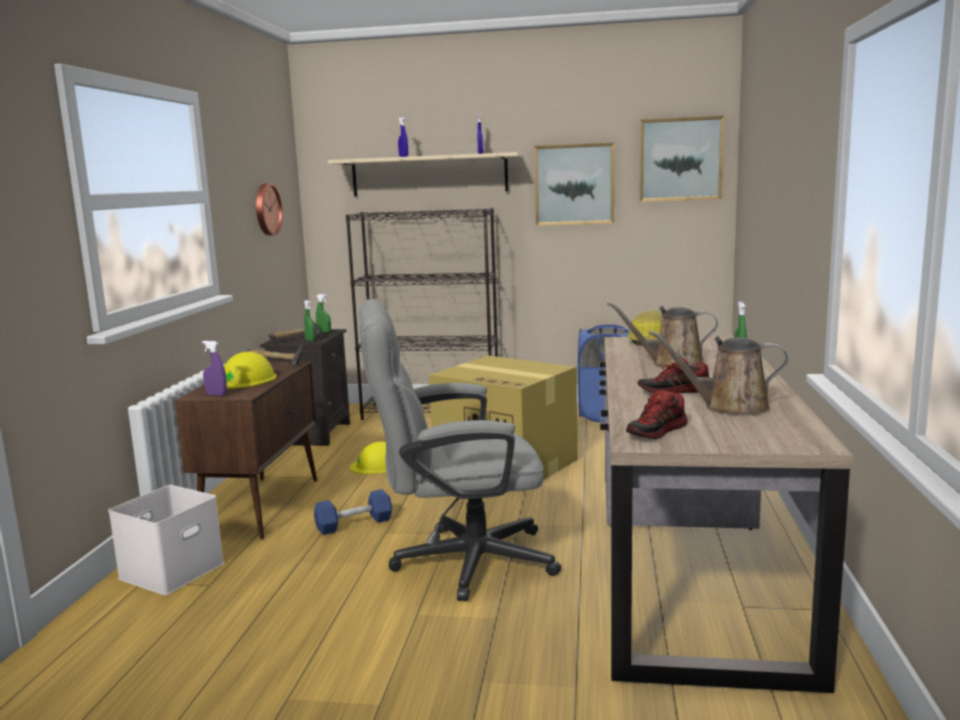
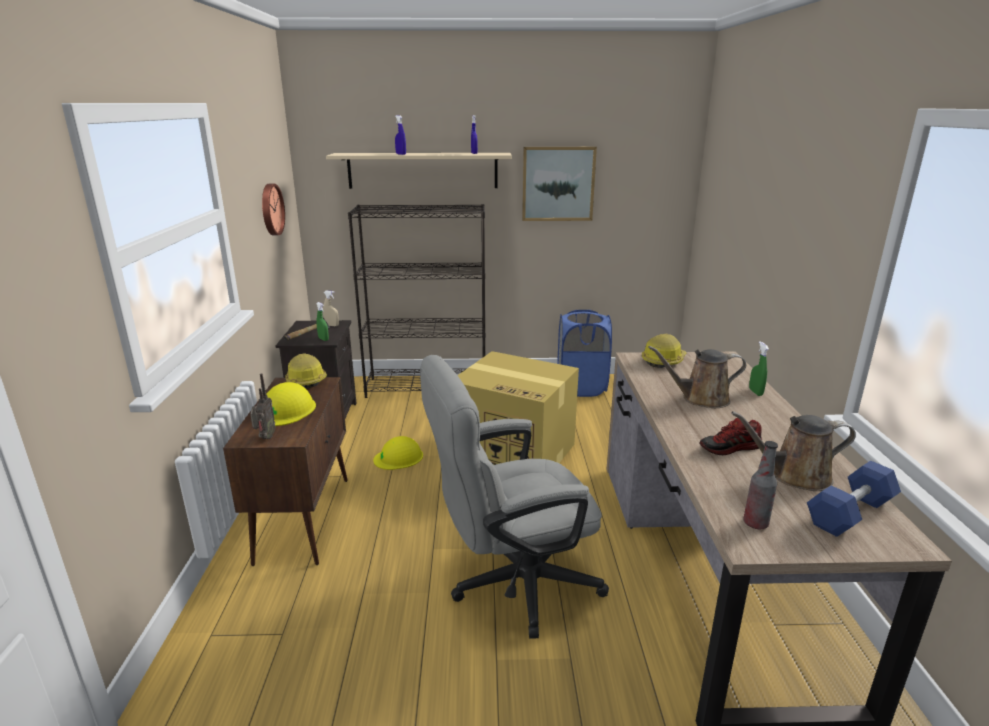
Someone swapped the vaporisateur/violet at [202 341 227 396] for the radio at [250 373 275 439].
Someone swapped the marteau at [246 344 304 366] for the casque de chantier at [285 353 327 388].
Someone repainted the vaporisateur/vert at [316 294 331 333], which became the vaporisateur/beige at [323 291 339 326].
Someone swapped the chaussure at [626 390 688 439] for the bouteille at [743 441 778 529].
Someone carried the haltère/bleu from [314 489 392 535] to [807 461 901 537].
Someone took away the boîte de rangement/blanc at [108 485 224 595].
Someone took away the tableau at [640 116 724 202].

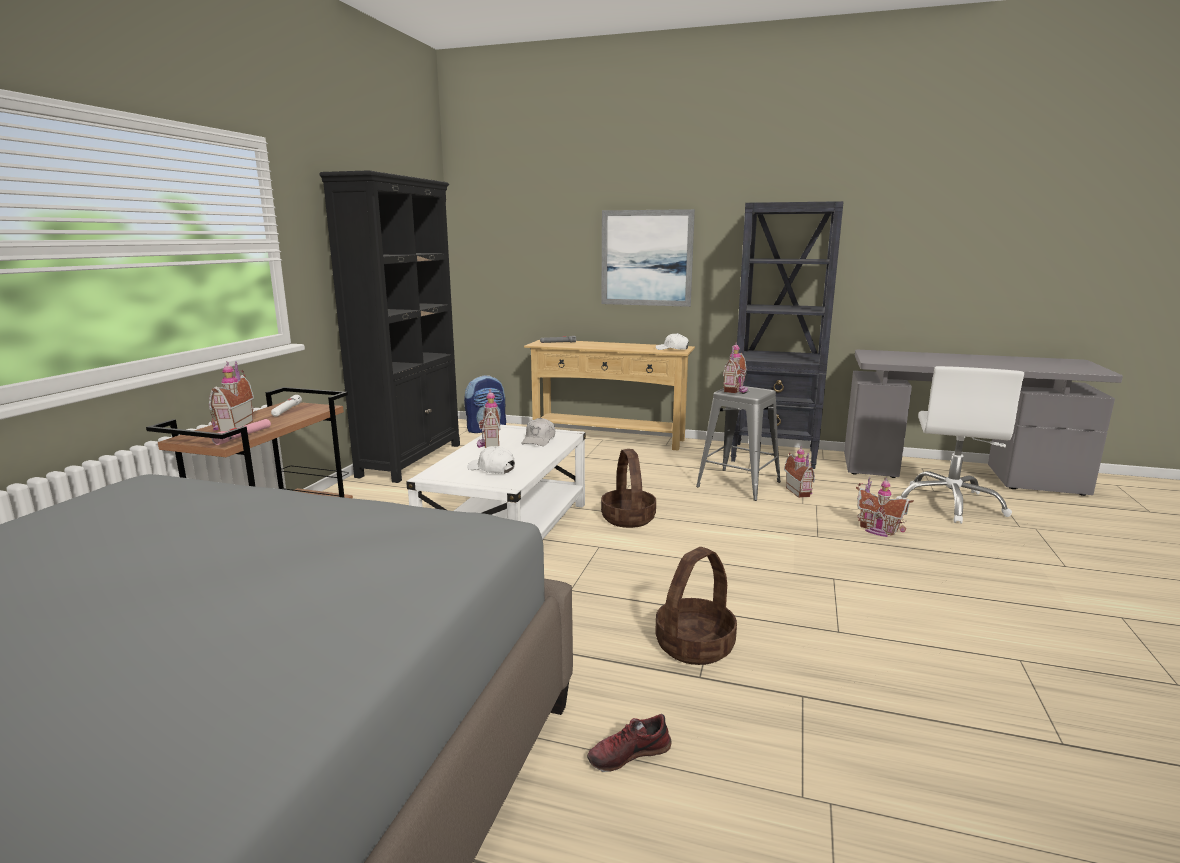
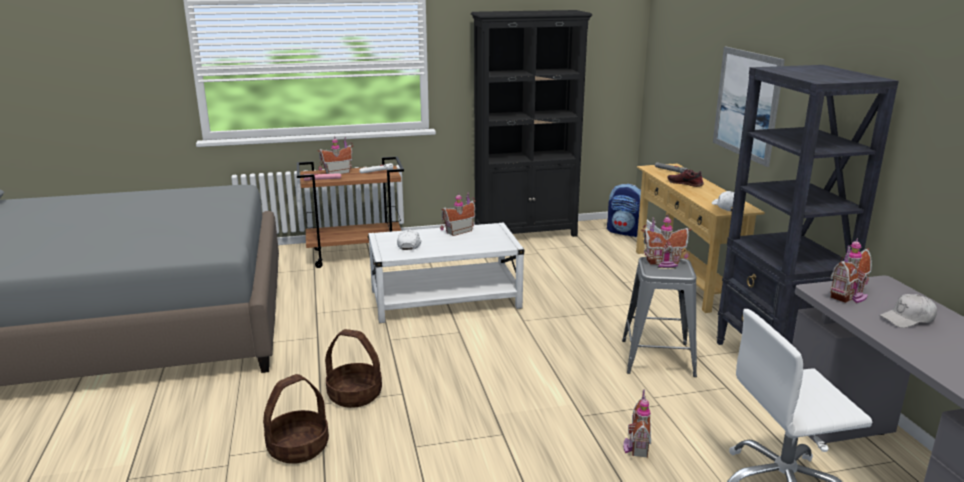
Someone carried the panier from [601 449 656 528] to [263 374 329 464].
Someone carried the chaussure from [587 714 671 772] to [668 170 704 187].
Someone carried the maison miniature from [784 446 815 498] to [830 238 872 303].
Someone carried the casquette/blanc from [521 418 555 446] to [879 294 937 328].

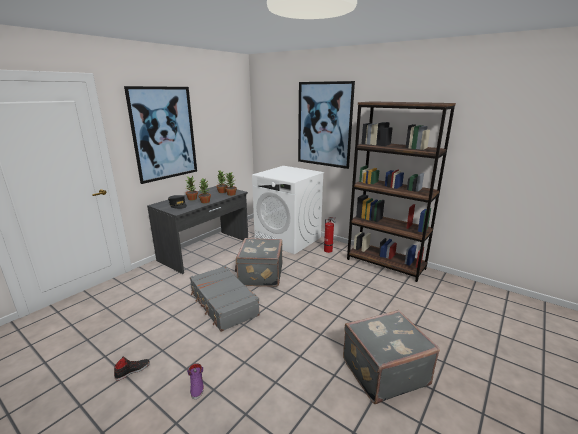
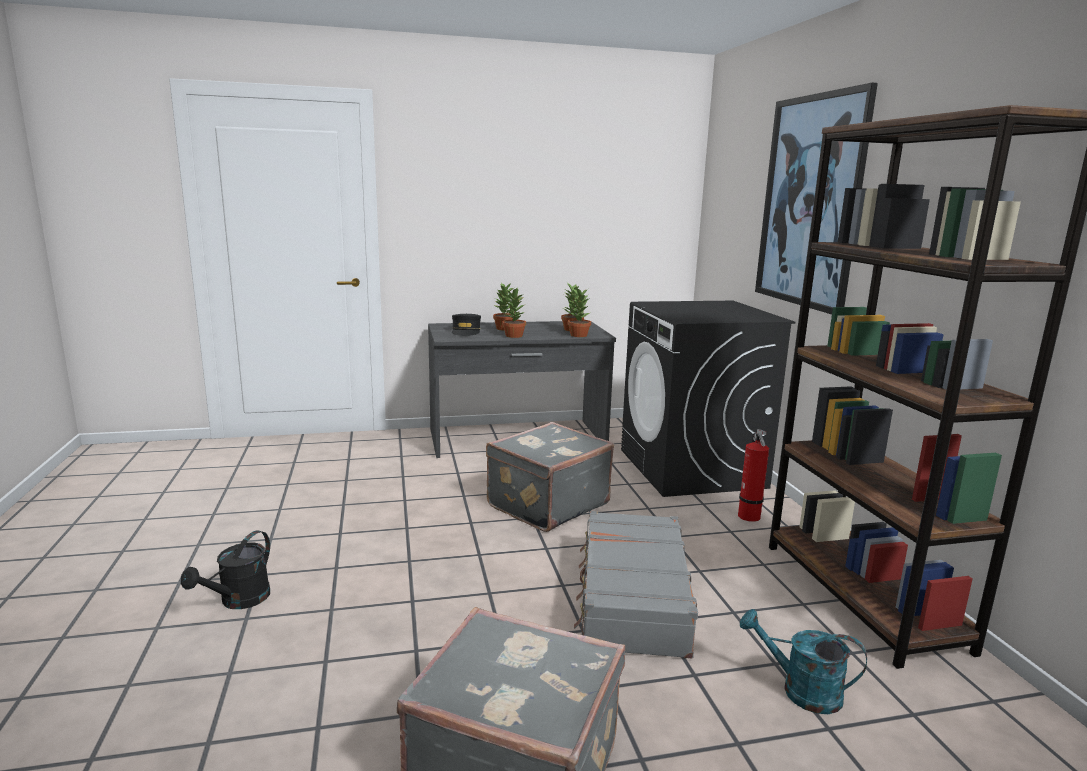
Someone swapped the chaussure/violet at [187 363 204 399] for the arrosoir/noir at [181 530 270 609].
Someone carried the valise/gris from [190 266 260 332] to [574 511 698 659].
Someone repainted the lave-linge/blanc at [252 166 324 254], which became the lave-linge/noir at [621 301 795 497].
Someone put down the arrosoir/turquoise at [740 609 867 714].
Someone took away the chaussure/noir at [114 357 150 381].
Someone took away the tableau at [124 86 197 184].

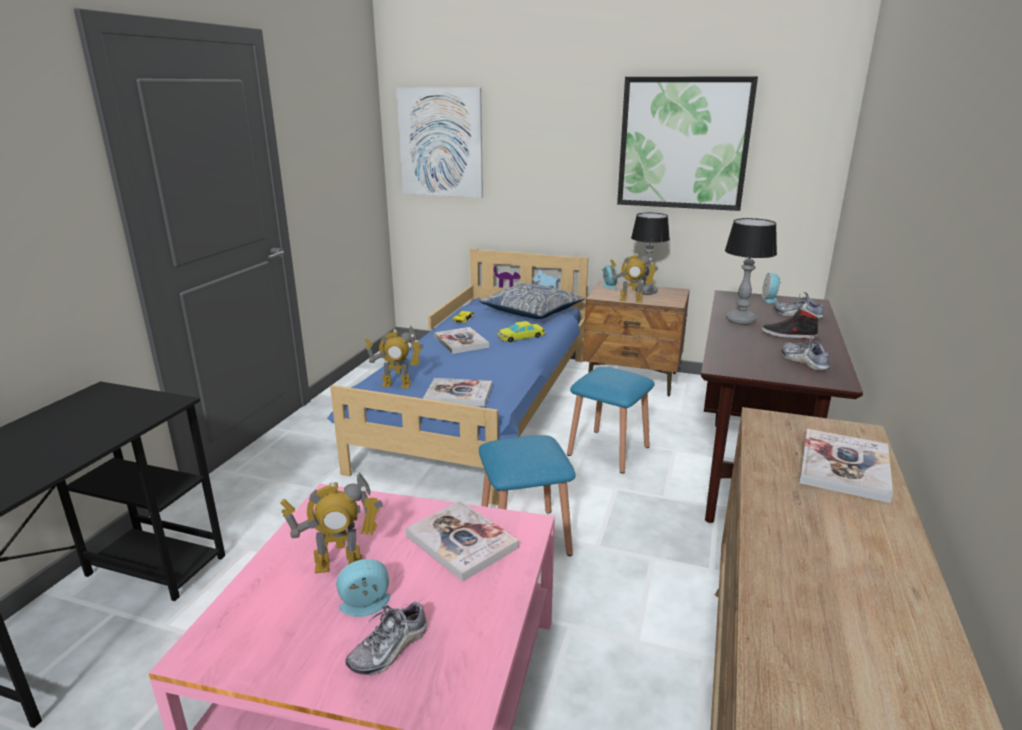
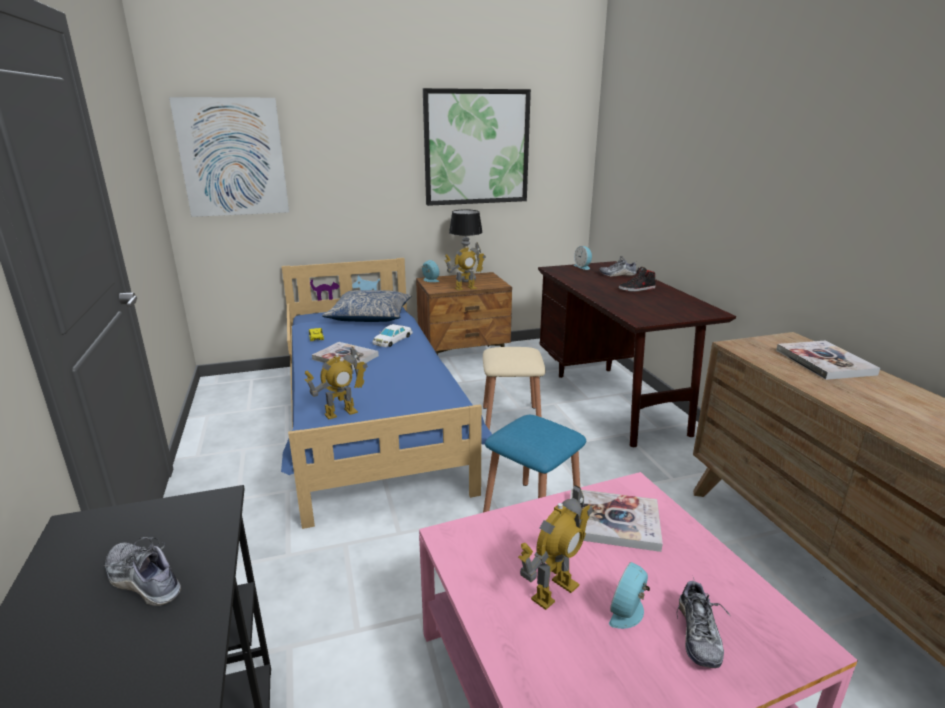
Someone carried the chaussure from [782 336 830 371] to [104 537 181 606].
Someone repainted the petite voiture/jaune at [497 321 545 342], which became the petite voiture/blanc at [372 324 413 347].
Someone repainted the tabouret/bleu at [567 367 655 474], which became the tabouret/beige at [483 347 545 430].
Someone took away the livre at [423 378 492 407].
Someone took away the lampe de table at [725 218 777 325].

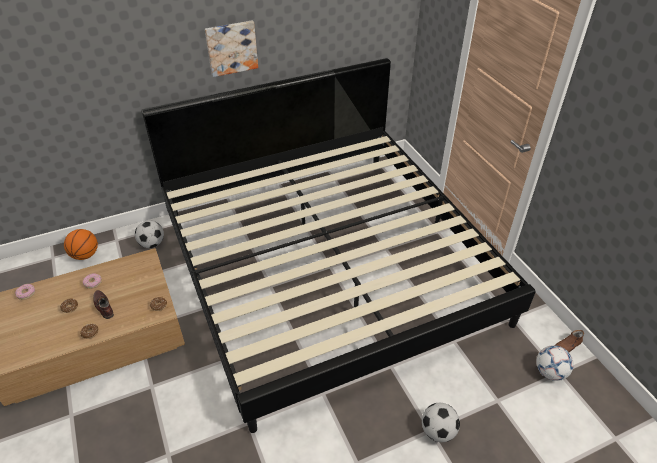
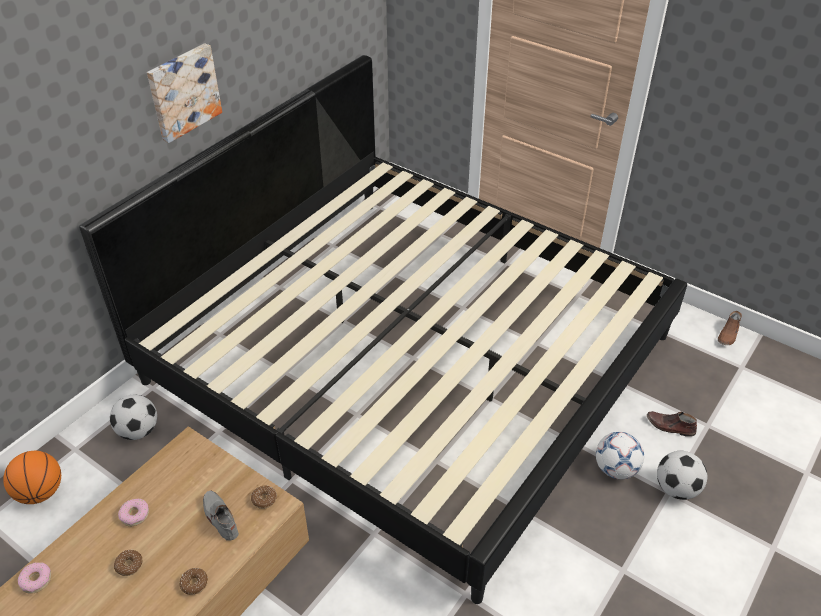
Someone put down the chaussure/gris at [203 490 239 541].
Someone carried the ballon de foot from [536 345 574 381] to [596 432 644 479].
Someone carried the chaussure/marron from [93 290 114 319] to [647 411 697 437].

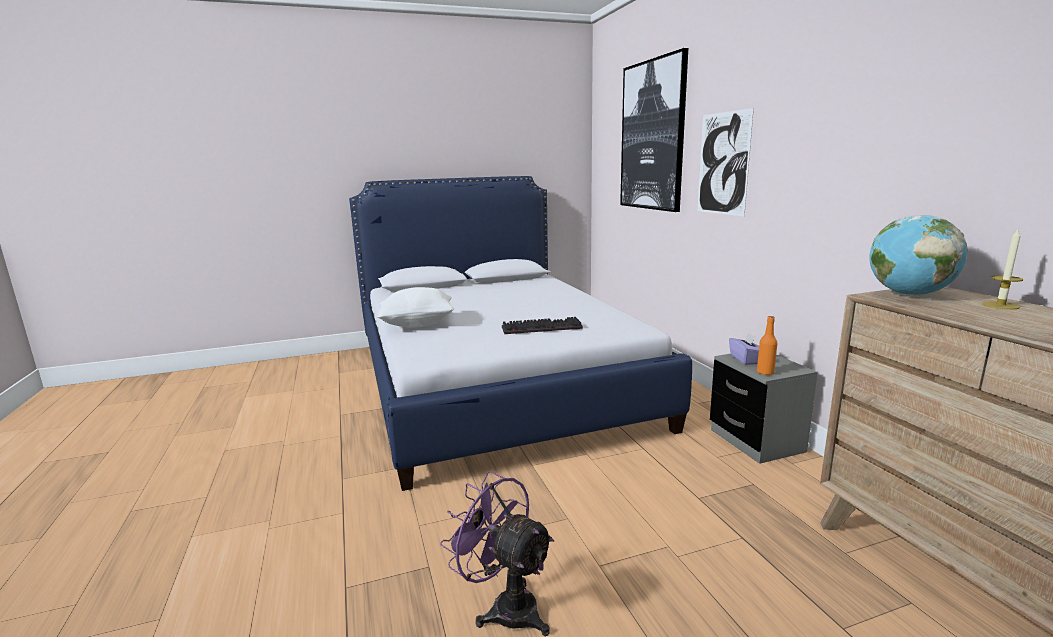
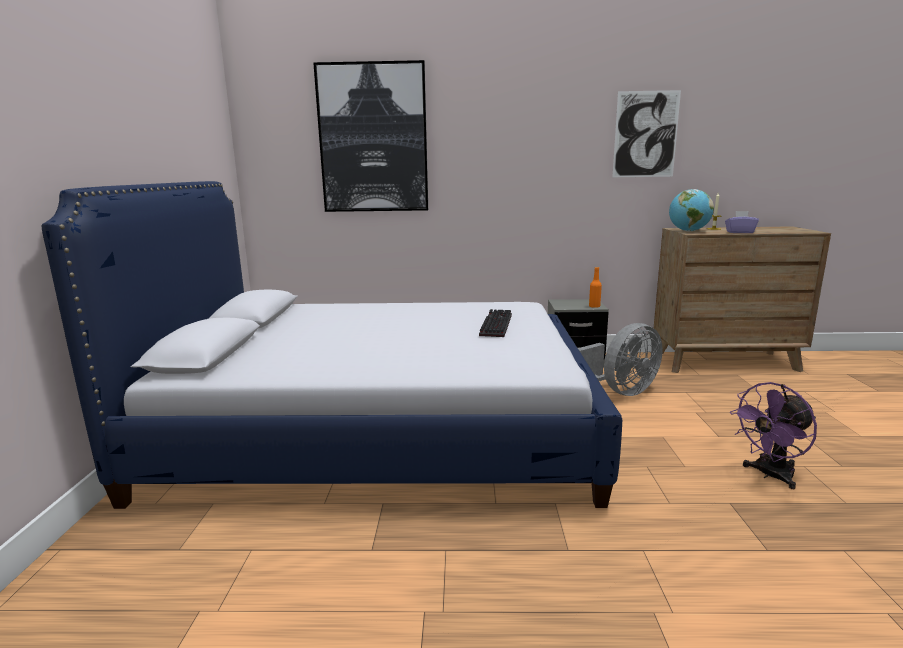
Someone put down the ventilateur/gris at [578 323 663 396].
Someone carried the tableau from [697 108 754 217] to [612 90 681 177].
Someone carried the boîte à mouchoirs/violet from [729 332 759 365] to [725 211 759 233].
Someone took away the coussin/blanc at [377 287 454 328].

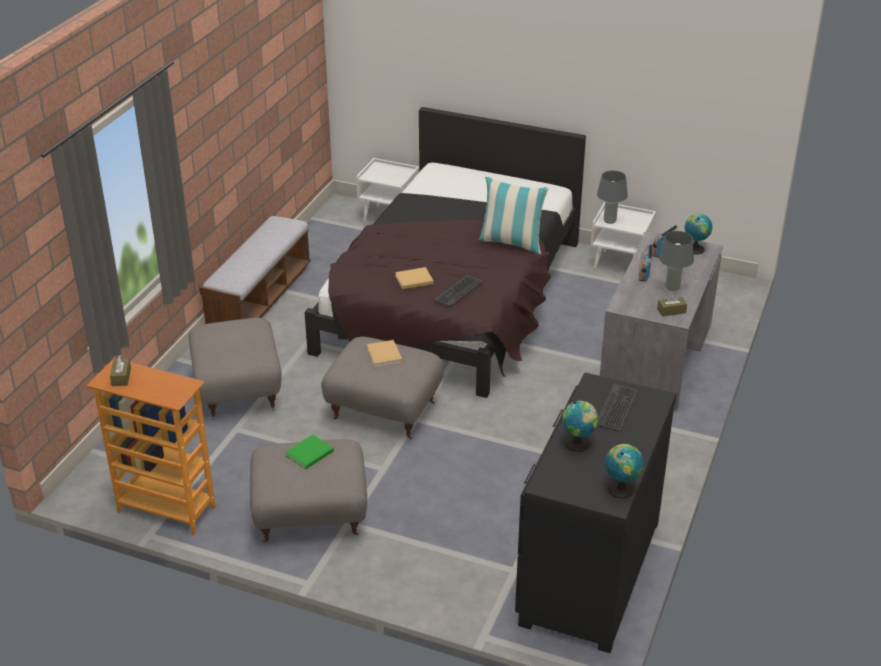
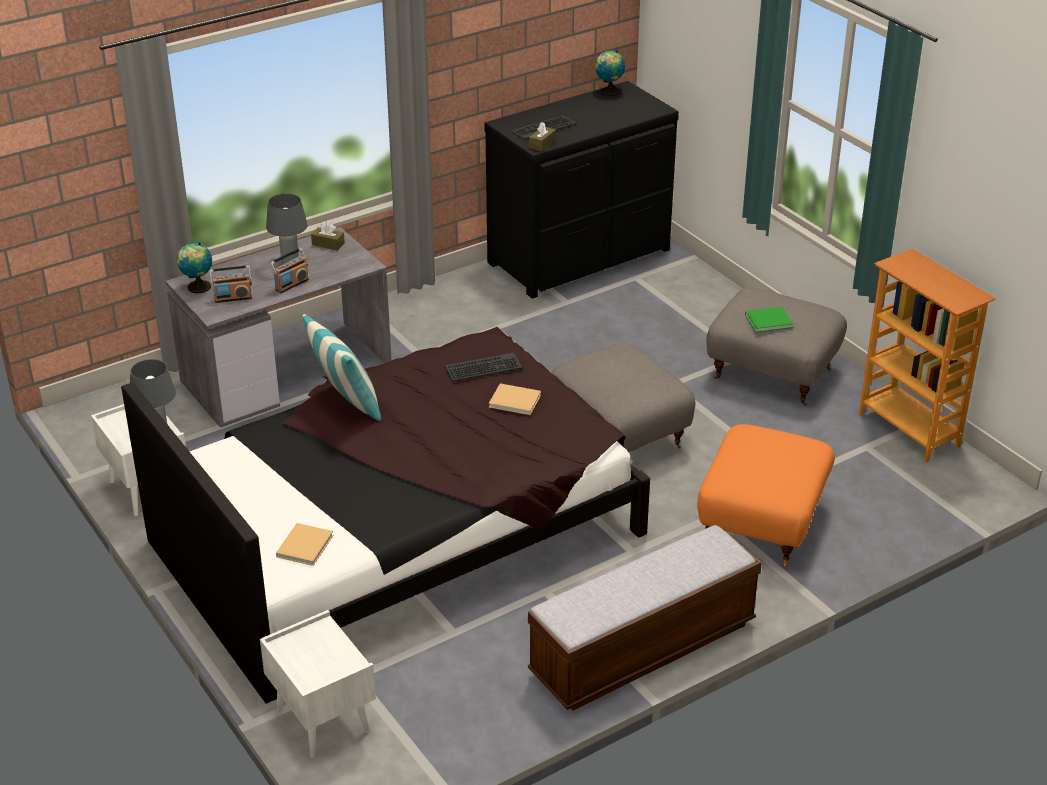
Someone carried the livre/beige from [367 340 402 367] to [276 523 333 566].
Someone carried the boîte à mouchoirs/marron from [110 355 131 386] to [529 122 556 151].
Someone repainted the pouf/gris at [188 318 282 419], which became the pouf/orange at [697 424 835 567].
Someone took away the globe at [562 400 599 452].

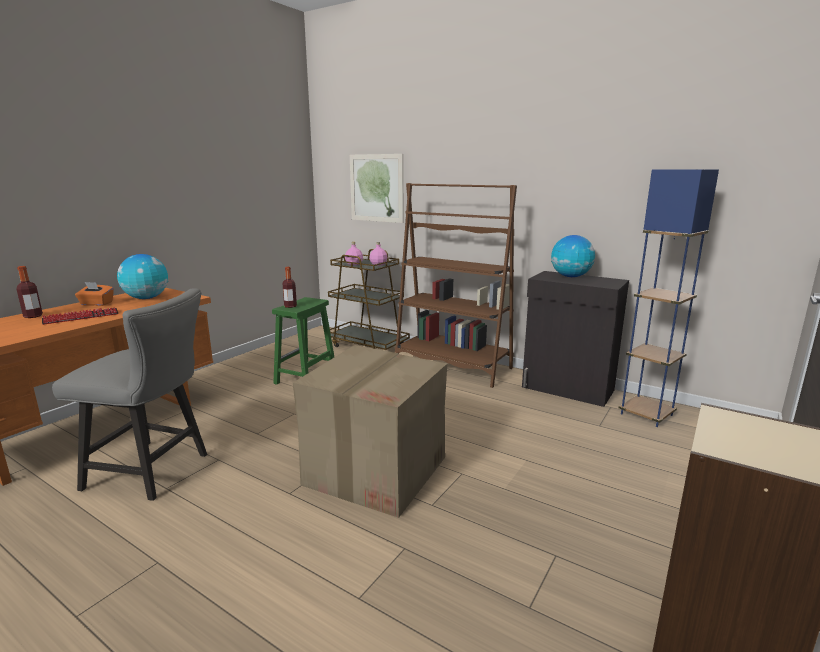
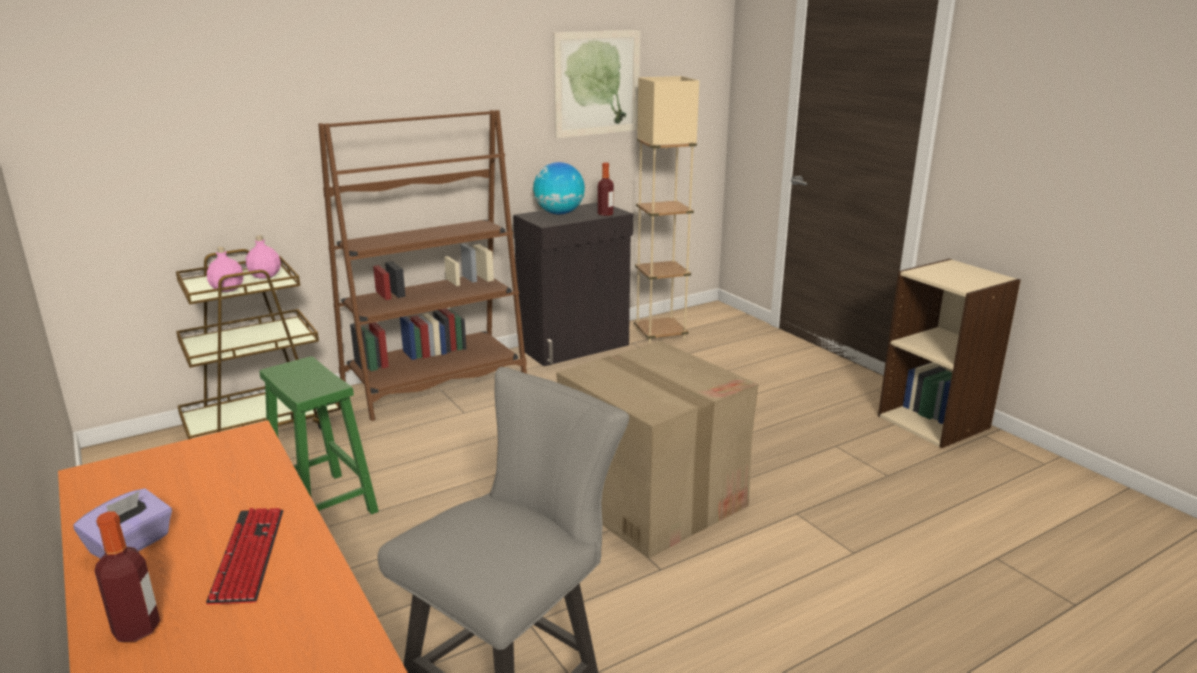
Someone repainted the boîte à mouchoirs/orange at [75 282 114 306], which became the boîte à mouchoirs/violet at [73 488 172 559].
Someone carried the tableau from [350 154 403 223] to [553 30 640 138].
Someone carried the bouteille from [283 267 297 308] to [598 162 614 216].
Someone repainted the lampadaire/bleu at [619 170 719 427], which became the lampadaire/beige at [634 76 699 344].
Someone took away the globe at [117 254 168 299].

